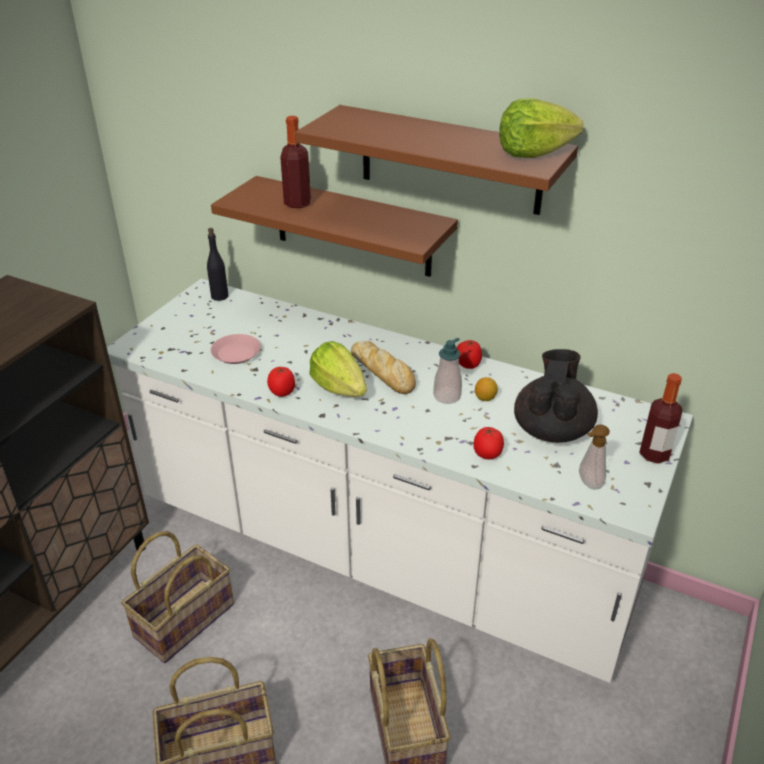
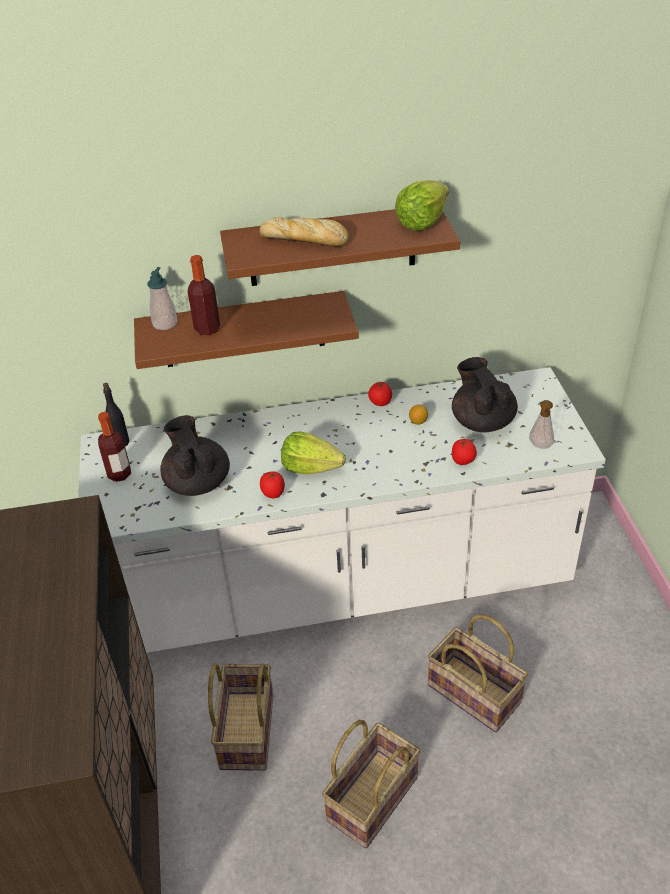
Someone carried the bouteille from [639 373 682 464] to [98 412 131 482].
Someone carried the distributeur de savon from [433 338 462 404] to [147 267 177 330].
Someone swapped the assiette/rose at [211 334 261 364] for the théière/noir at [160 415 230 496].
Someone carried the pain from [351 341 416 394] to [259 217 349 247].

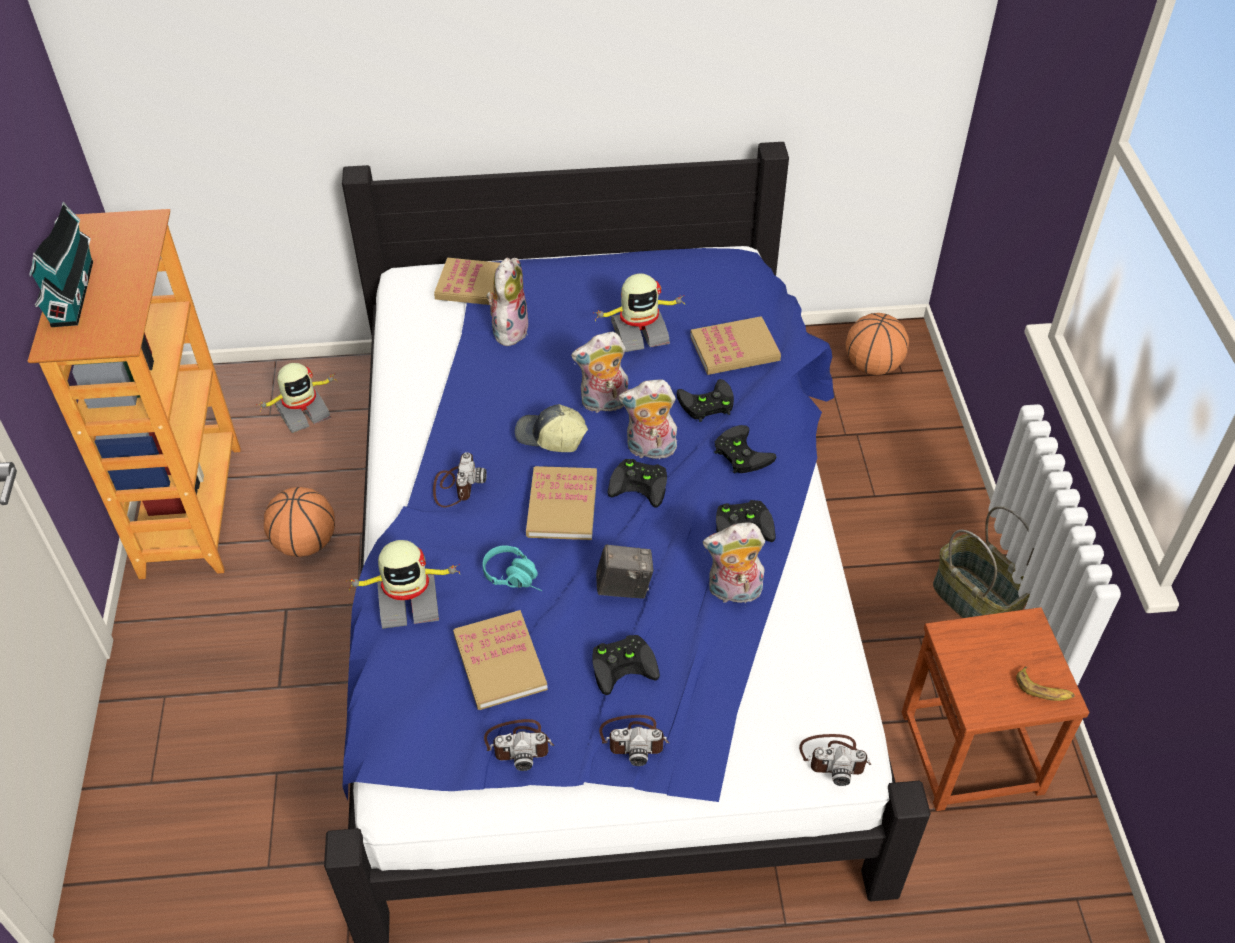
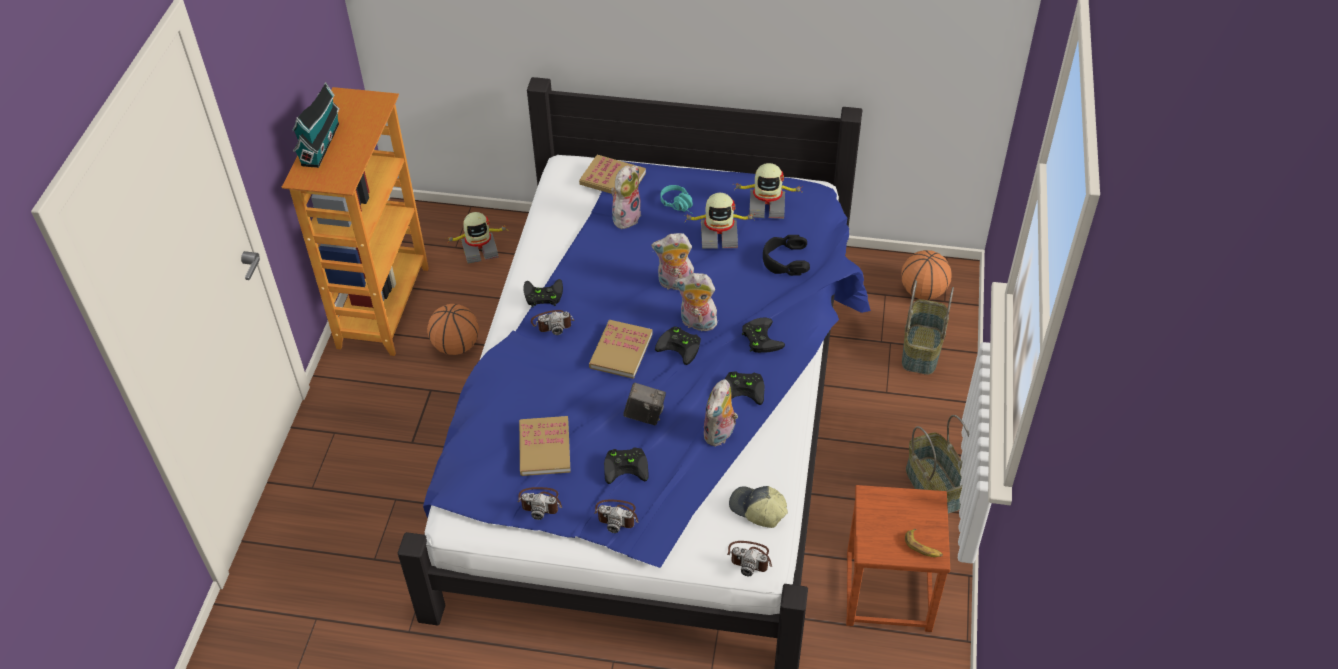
Someone carried the manette/noir from [677 379 734 422] to [523 279 563 307].
Someone rotated the appareil photo at [433 452 487 507] by 60 degrees clockwise.
Someone carried the casque audio/turquoise from [482 545 542 591] to [660 185 693 214].
Someone rotated the peluche at [703 523 765 603] by 75 degrees counterclockwise.
Someone carried the casquette from [515 404 588 452] to [729 486 788 528].
Someone carried the robot jouet from [345 540 460 629] to [734 163 803 219].
Someone swapped the livre at [690 316 781 375] for the casque audio/noir at [763 235 810 276].
Someone put down the panier at [902 280 954 375].

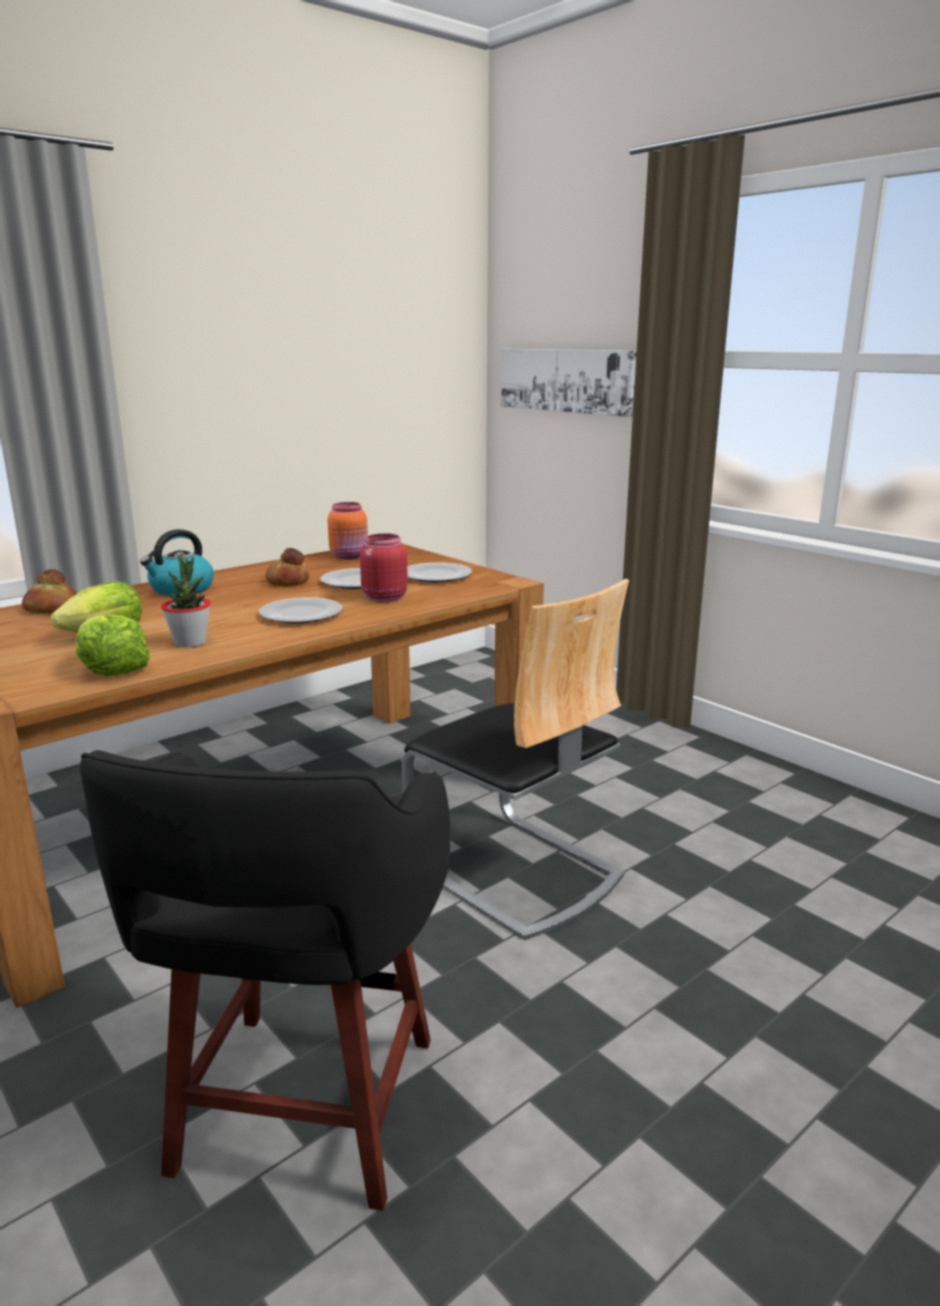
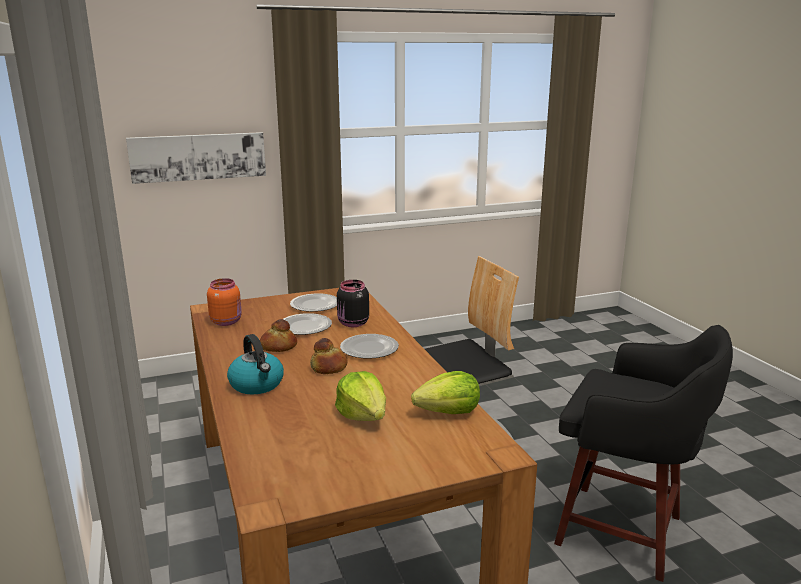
Someone carried the pain from [22 569 77 614] to [310 338 348 374].
Someone repainted the bocal/rouge at [360 533 408 602], which became the bocal/noir at [337 280 369 327].
Someone took away the plante en pot at [161 554 211 647].

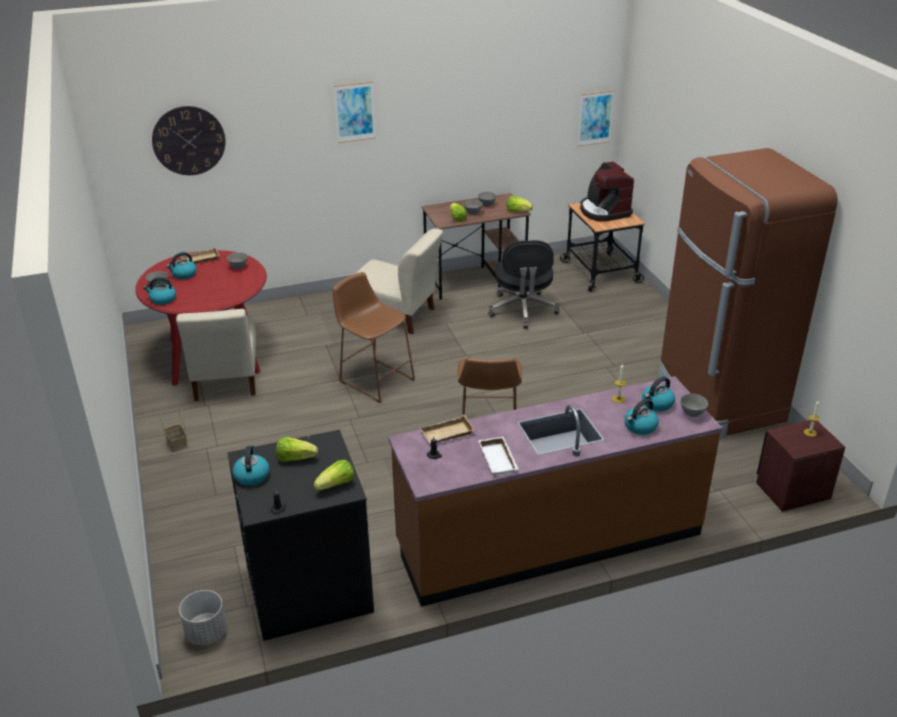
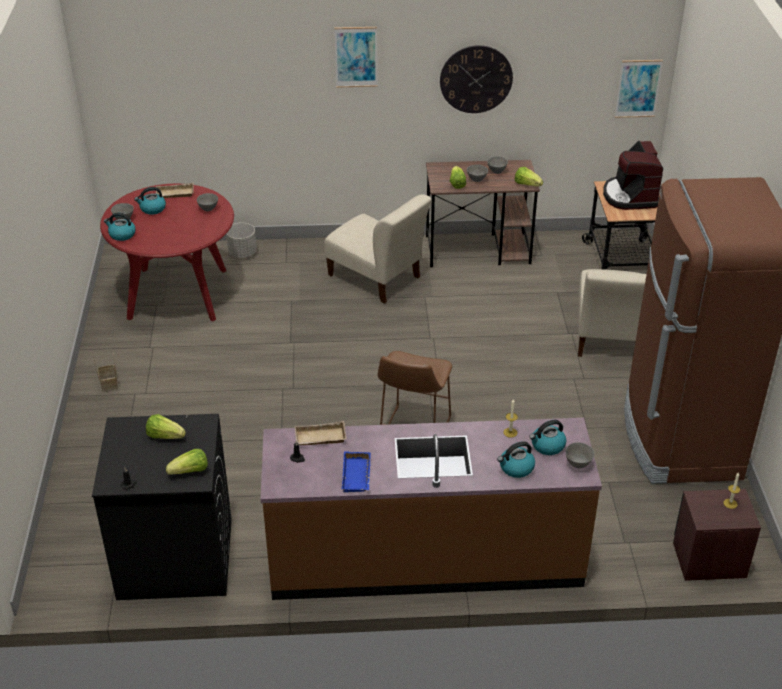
Someone carried the cache-pot/gris from [179 590 227 645] to [226 223 257 258].
Someone repainted the plateau/blanc at [479 437 518 476], which became the plateau/bleu at [342 451 371 493].
Someone carried the horloge murale from [152 106 226 175] to [440 45 513 113].
Someone carried the chaise/beige from [176 309 256 401] to [578 269 646 357].
Someone took away the bouilloire at [233 446 269 486].
Someone took away the tabouret/marron at [333 272 415 403].
Someone took away the chaise de bureau/noir at [488 240 560 329].

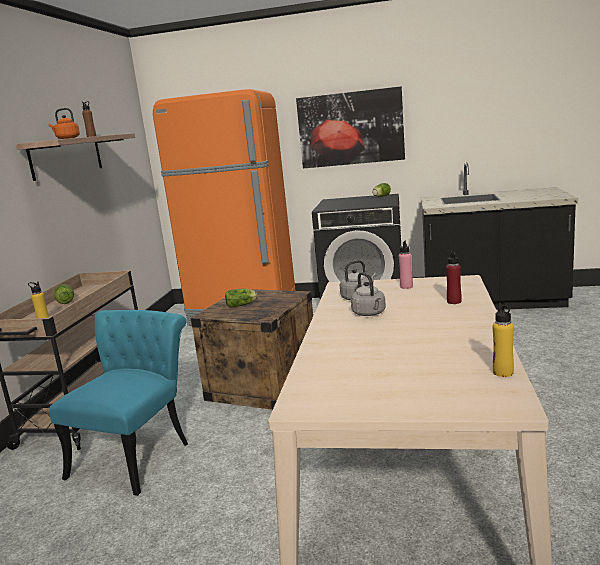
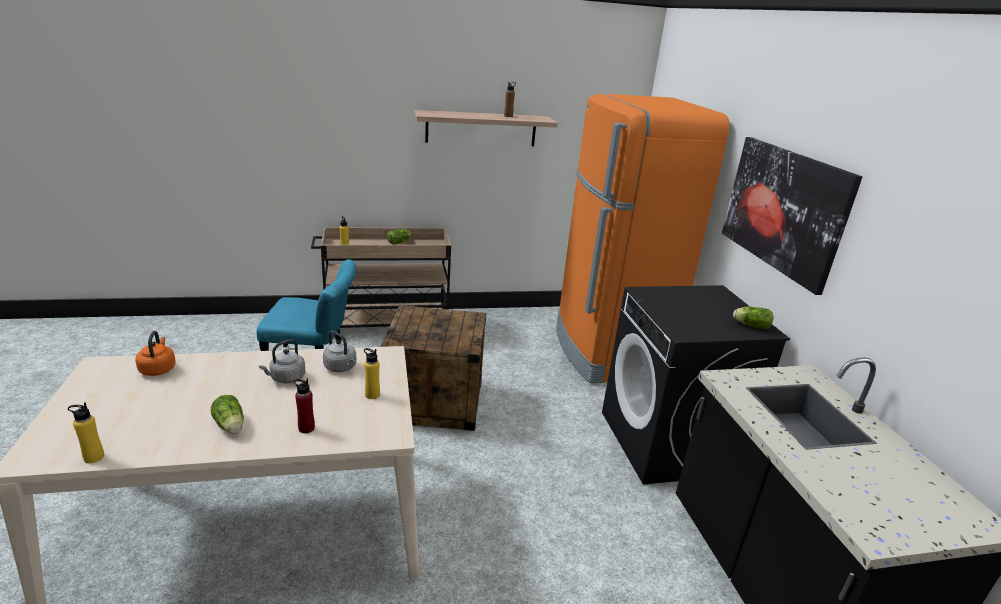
Someone carried the bouilloire/orange from [49 108 80 139] to [135 331 176 376].
Someone carried the laitue from [225 289 257 308] to [211 395 244 434].
Someone repainted the bouteille/rose at [399 240 413 289], which became the bouteille/jaune at [364 348 380 399].

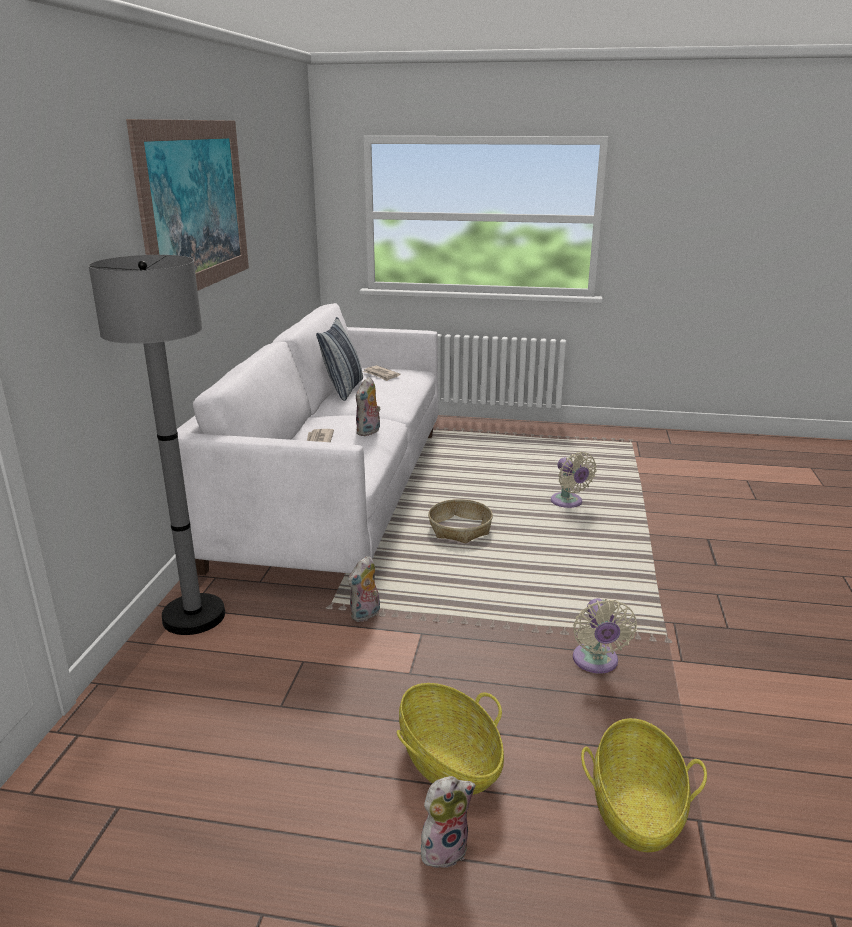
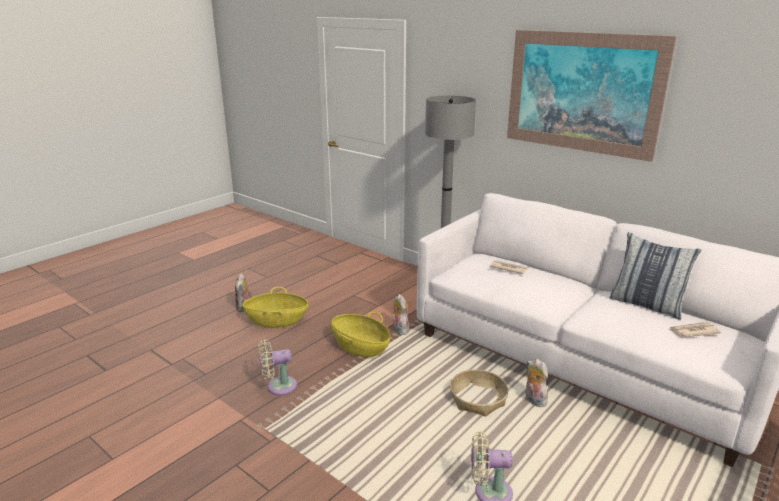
Someone rotated the ventilateur/beige at [573 598 637 673] by 45 degrees counterclockwise.
Someone carried the panier from [581 718 707 852] to [331 312 390 358].
Someone carried the peluche from [356 377 381 436] to [525 359 548 407].

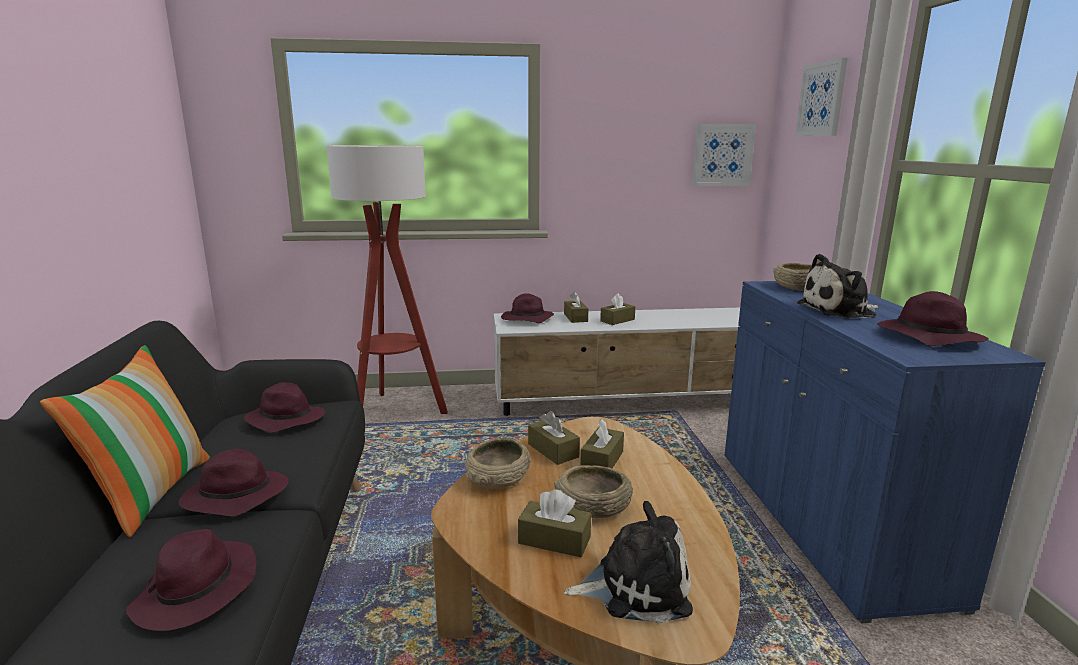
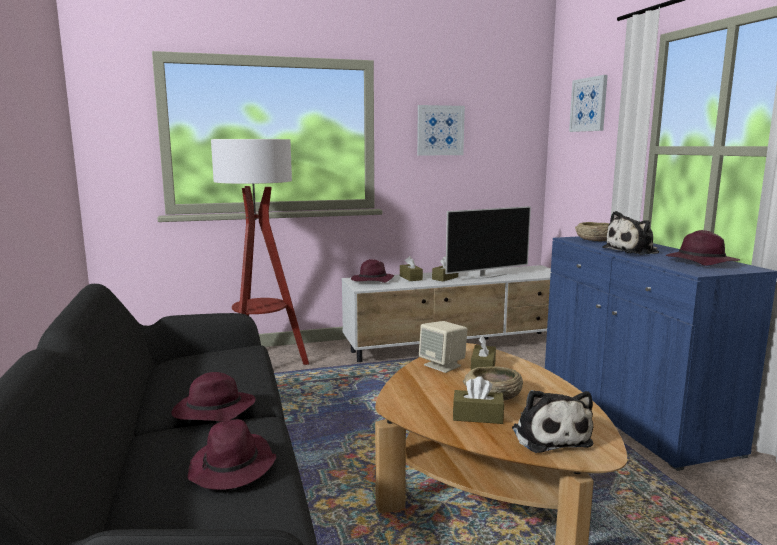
Someone carried the tableau from [692 124 756 186] to [417 105 465 155].
Someone swapped the boîte à mouchoirs/marron at [528 411 580 465] for the enceinte/beige at [419 321 468 373].
Someone put down the téléviseur at [446 206 531 280].
Someone rotated the peluche at [564 501 693 624] by 90 degrees clockwise.
Someone took away the coussin at [40 345 210 537].
Someone took away the chapeau/violet at [244 382 326 433].
Someone took away the bol/beige at [465 438 531 489].

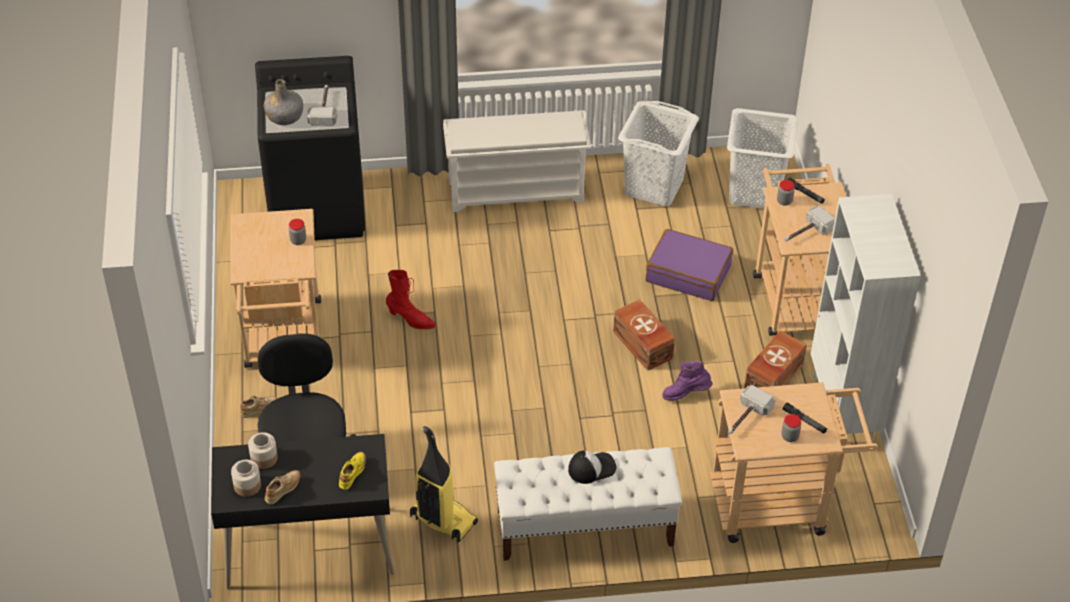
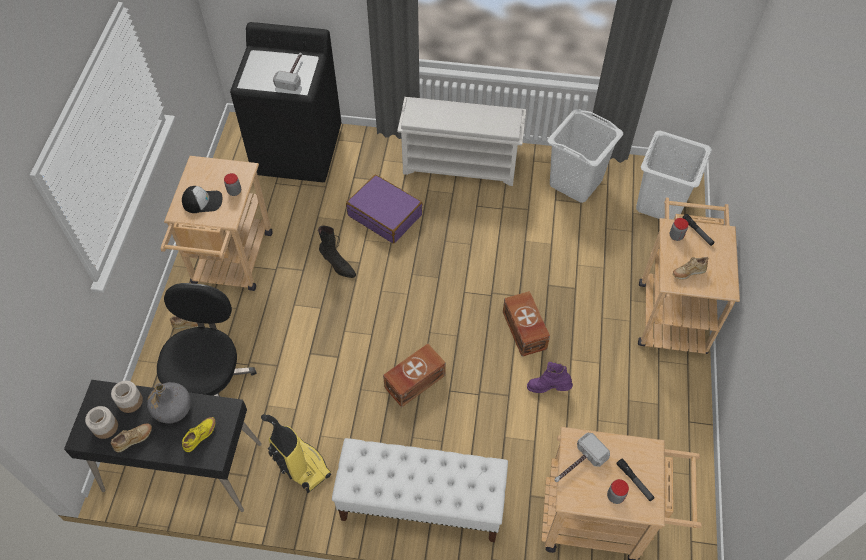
Someone carried the bouteille/gris from [264 79 303 125] to [147 382 191 424].
Someone carried the casquette from [568 451 617 484] to [182 186 222 213].
Someone repainted the botte/rouge at [386 270 436 329], which became the botte/noir at [318 226 356 278].
Someone carried the valise/violet from [646 229 733 301] to [346 175 423 244].
Someone carried the boîte de rangement/marron from [744 331 807 388] to [383 344 446 407].
Someone swapped the marteau at [784 206 835 241] for the chaussure/beige at [673 257 708 280].
Someone took away the bibliothèque/blanc at [811 194 921 441].

